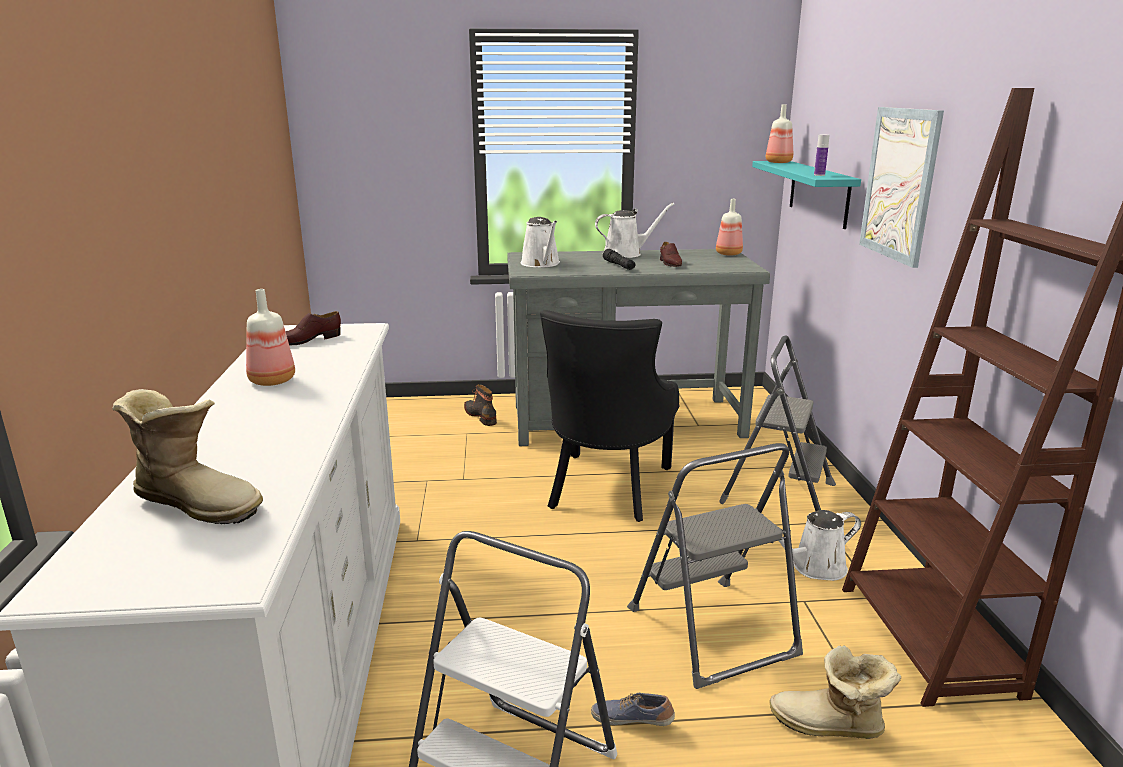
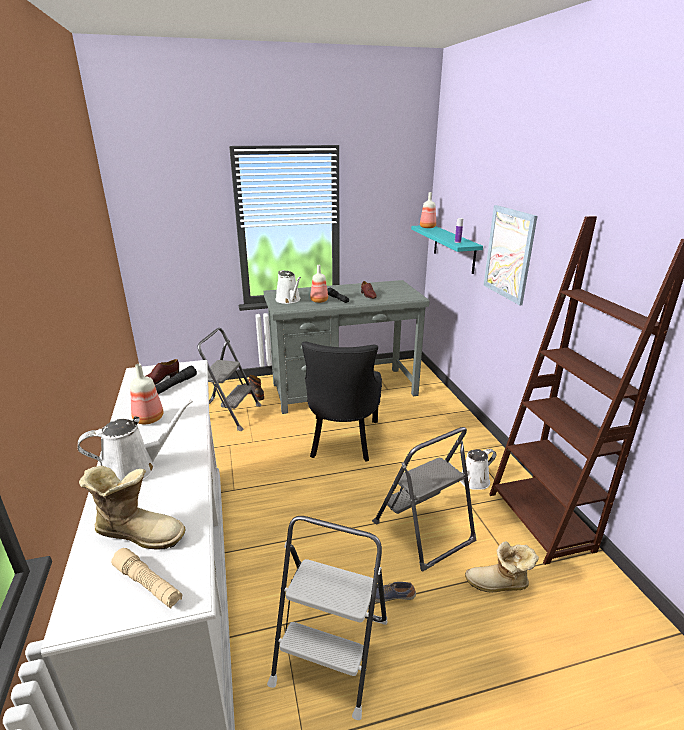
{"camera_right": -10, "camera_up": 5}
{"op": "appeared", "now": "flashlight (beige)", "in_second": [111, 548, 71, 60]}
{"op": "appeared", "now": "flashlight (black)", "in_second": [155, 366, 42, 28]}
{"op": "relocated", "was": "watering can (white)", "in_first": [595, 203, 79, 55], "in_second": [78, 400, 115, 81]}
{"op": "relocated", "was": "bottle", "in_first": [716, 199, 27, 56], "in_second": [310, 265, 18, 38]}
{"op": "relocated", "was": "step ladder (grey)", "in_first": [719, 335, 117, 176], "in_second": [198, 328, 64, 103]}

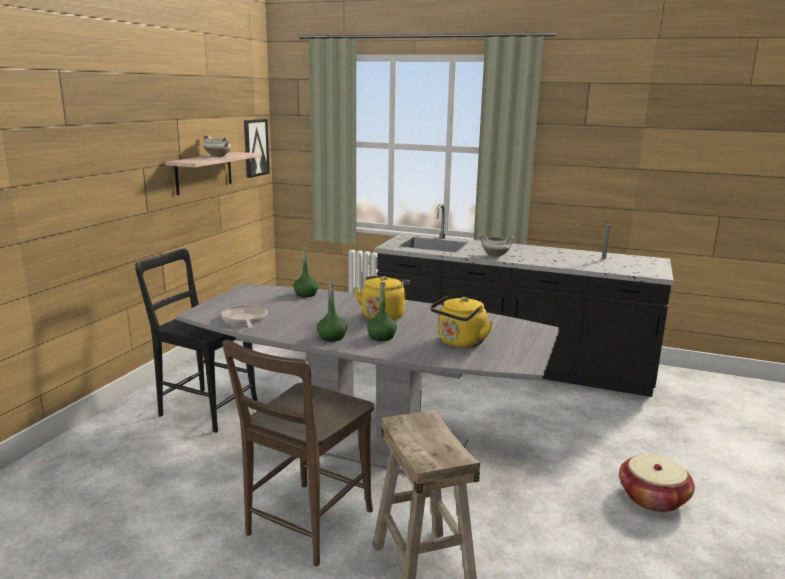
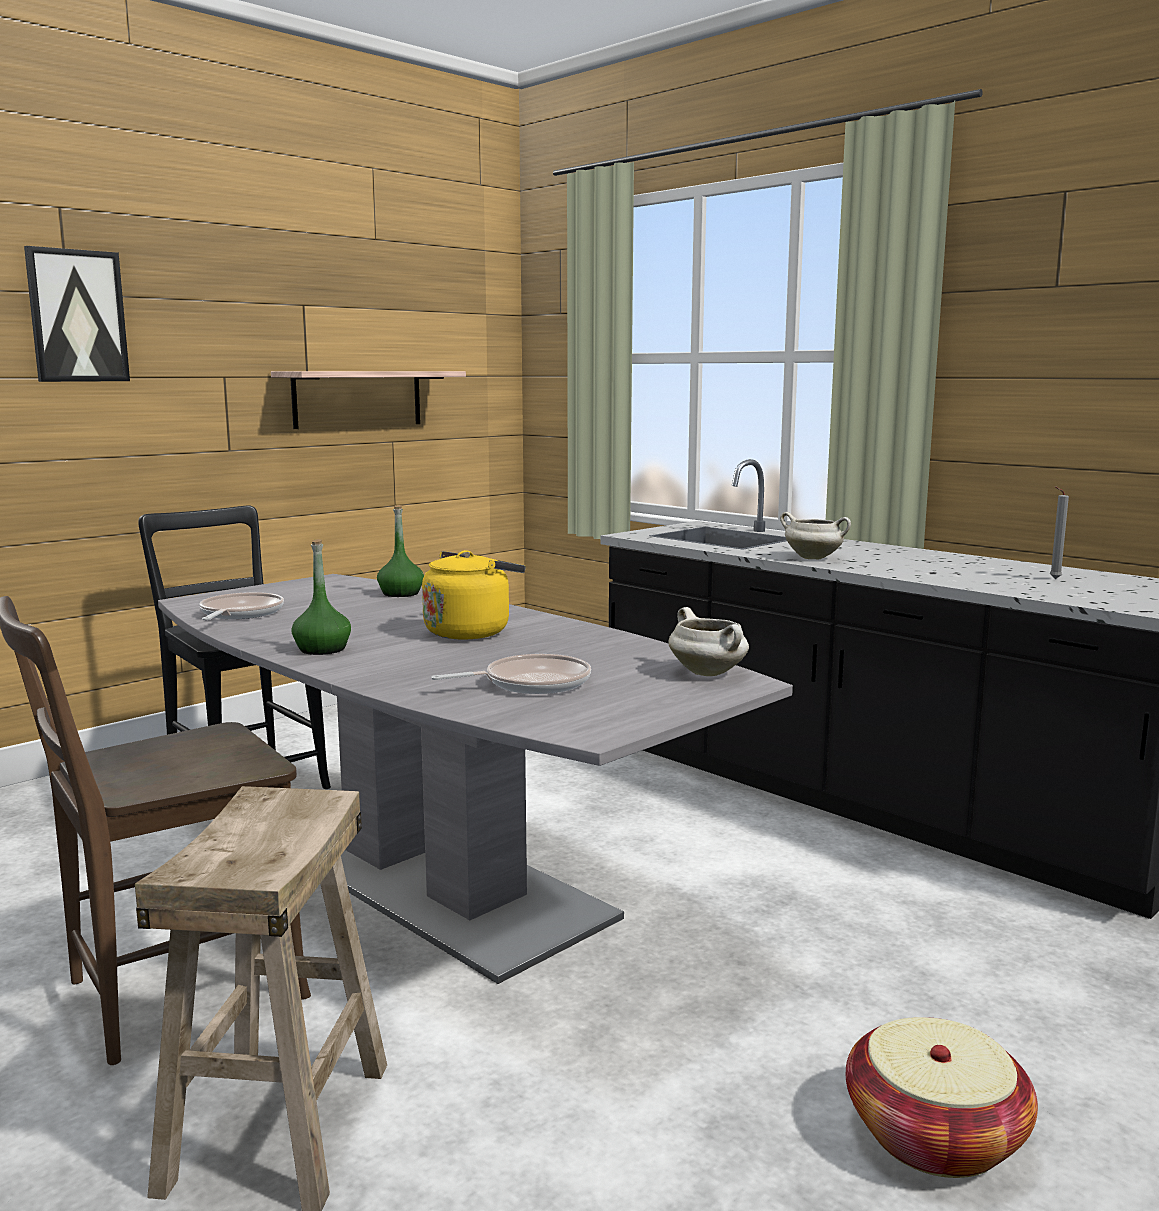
{"camera_right": 25, "camera_up": -5}
{"op": "missing", "was": "bottle (green)", "in_first": [367, 282, 30, 59]}
{"op": "relocated", "was": "cooking pot (white)", "in_first": [203, 135, 28, 22], "in_second": [668, 607, 81, 69]}
{"op": "relocated", "was": "picture", "in_first": [244, 119, 26, 59], "in_second": [24, 246, 106, 136]}
{"op": "exchanged", "was": "kettle (yellow)", "now": "frying pan", "in_first": [430, 296, 63, 52], "in_second": [431, 654, 160, 40]}

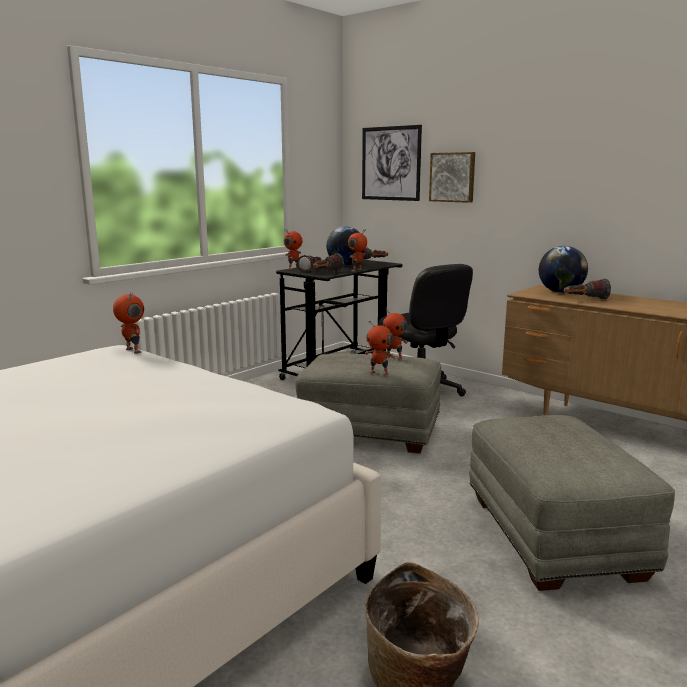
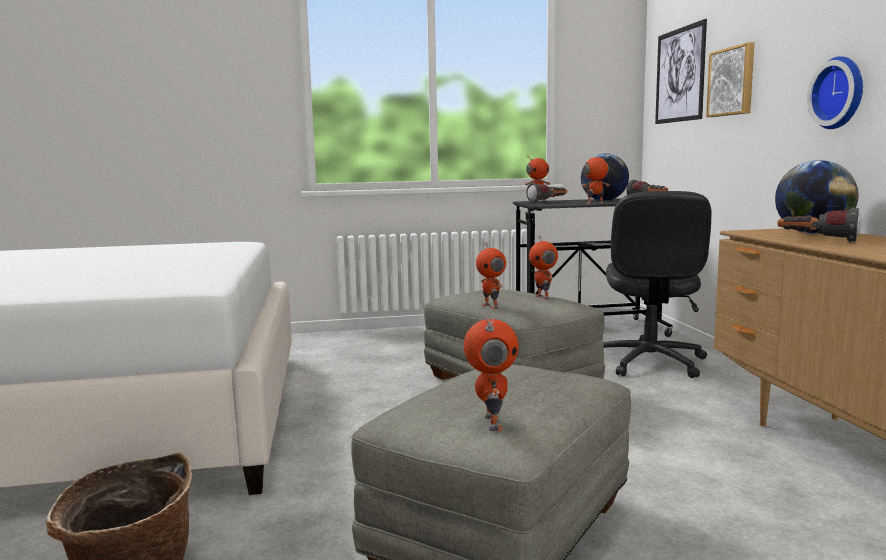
{"camera_right": 40, "camera_up": -5}
{"op": "missing", "was": "flashlight", "in_first": [313, 253, 31, 18]}
{"op": "appeared", "now": "wall clock", "in_second": [807, 56, 56, 73]}
{"op": "relocated", "was": "toy robot", "in_first": [113, 292, 31, 62], "in_second": [464, 318, 55, 113]}

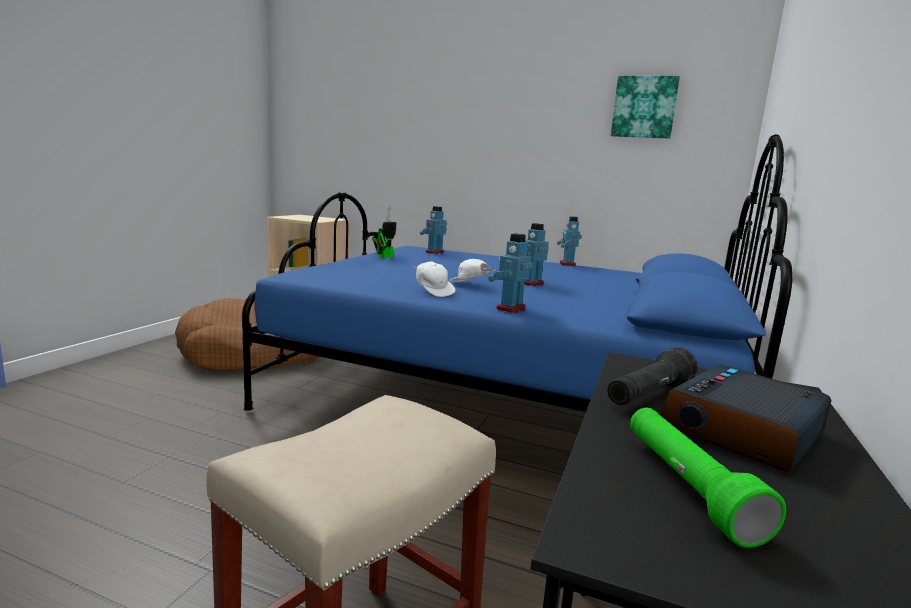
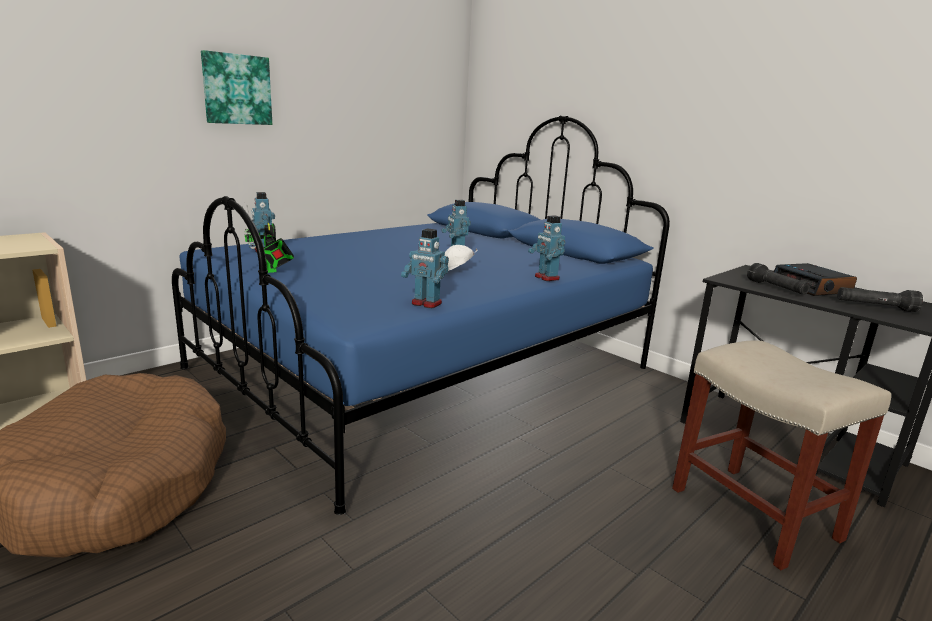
{"camera_right": -65, "camera_up": 5}
{"op": "missing", "was": "cap (white)", "in_first": [413, 261, 43, 36]}
{"op": "relocated", "was": "toy robot", "in_first": [557, 216, 25, 50], "in_second": [401, 228, 48, 80]}
{"op": "relocated", "was": "picture", "in_first": [611, 76, 69, 63], "in_second": [201, 50, 71, 75]}
{"op": "colour", "was": "flashlight (green)", "now": "flashlight (black)", "in_first": [630, 408, 156, 140], "in_second": [837, 287, 86, 25]}

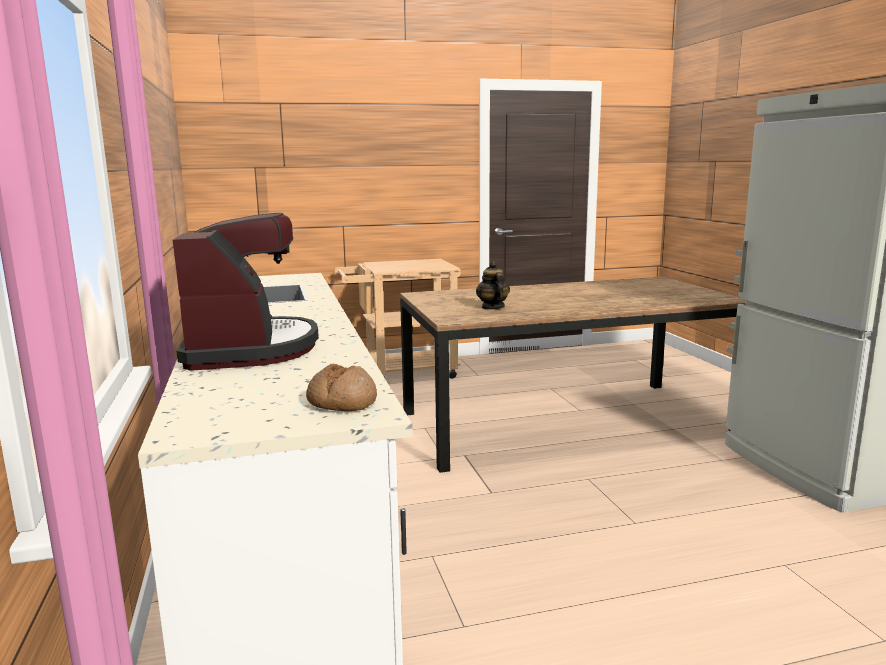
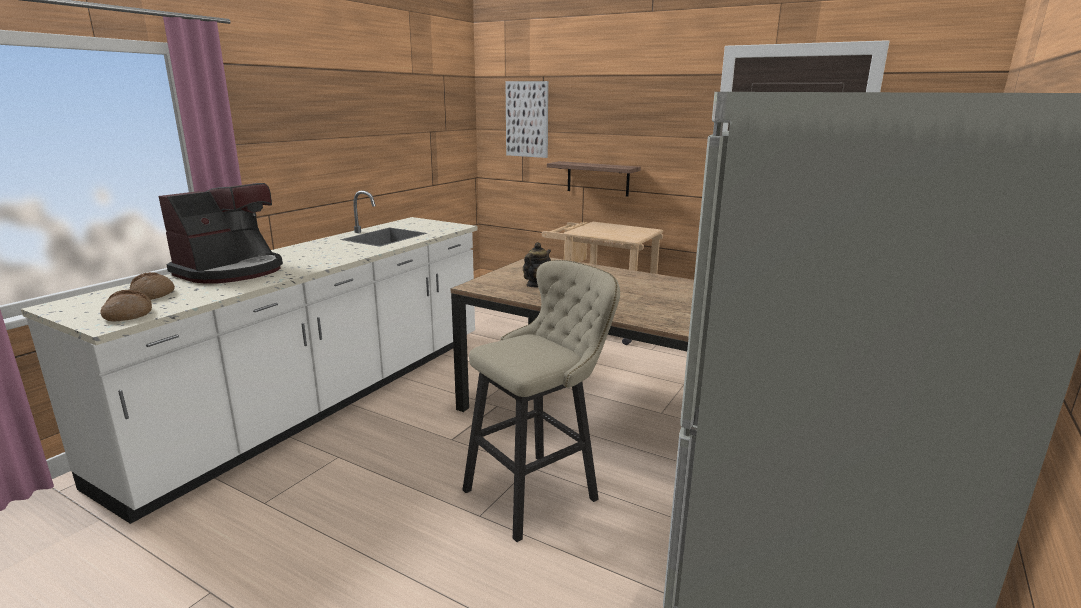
{"camera_right": 45, "camera_up": 5}
{"op": "appeared", "now": "bread", "in_second": [130, 272, 45, 28]}
{"op": "appeared", "now": "stool (beige)", "in_second": [463, 260, 157, 282]}
{"op": "appeared", "now": "picture", "in_second": [505, 81, 44, 77]}
{"op": "appeared", "now": "shelf", "in_second": [547, 161, 94, 36]}

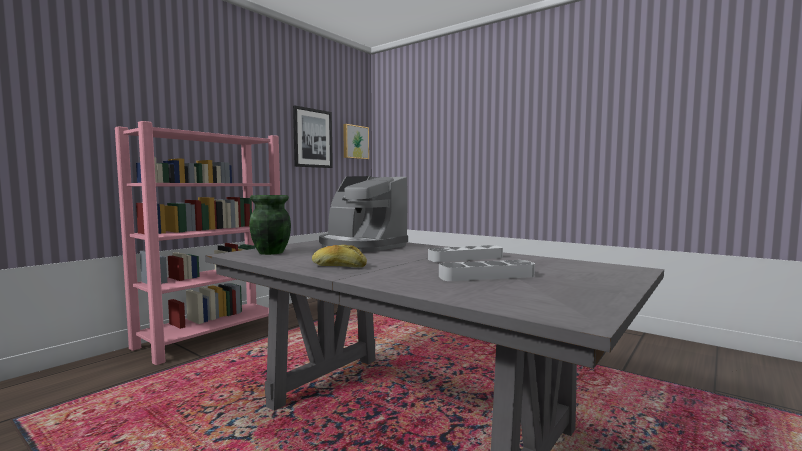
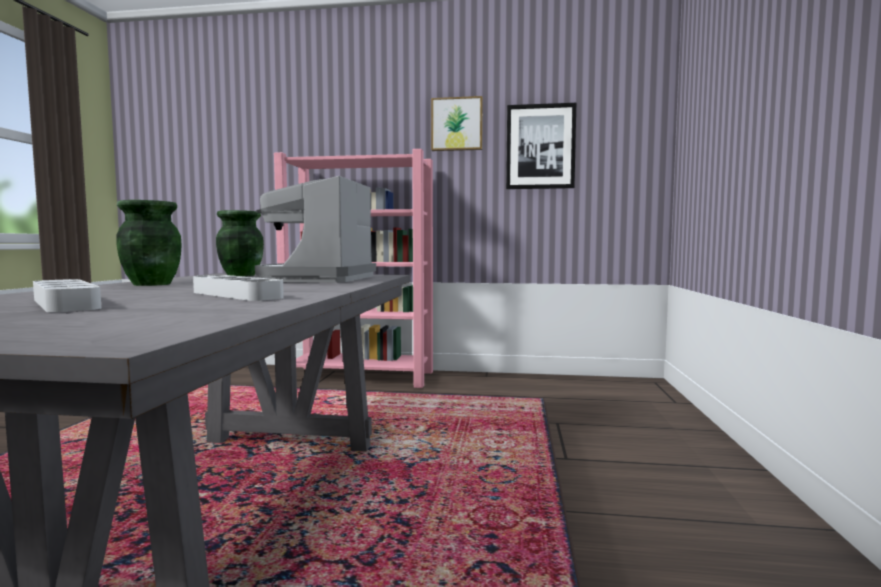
{"camera_right": 60, "camera_up": 0}
{"op": "relocated", "was": "picture", "in_first": [343, 124, 26, 35], "in_second": [431, 96, 52, 55]}
{"op": "exchanged", "was": "bread", "now": "vase (green)", "in_first": [312, 245, 55, 23], "in_second": [116, 200, 66, 86]}

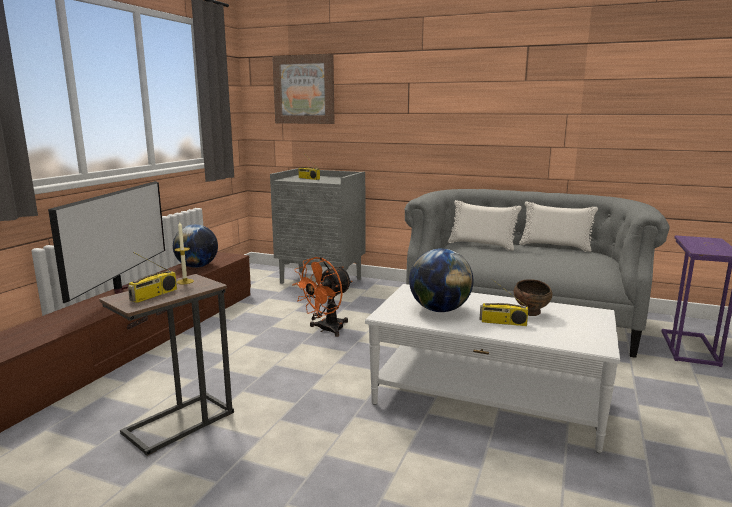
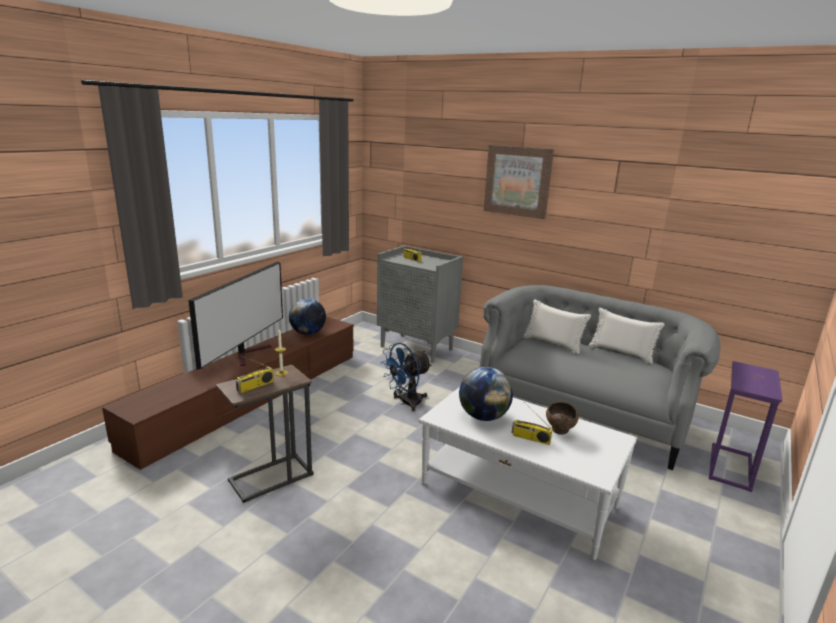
{"camera_right": 10, "camera_up": 5}
{"op": "relocated", "was": "picture", "in_first": [272, 54, 63, 70], "in_second": [484, 145, 70, 74]}
{"op": "colour", "was": "fan (orange)", "now": "fan (blue)", "in_first": [292, 257, 60, 80], "in_second": [381, 343, 50, 68]}

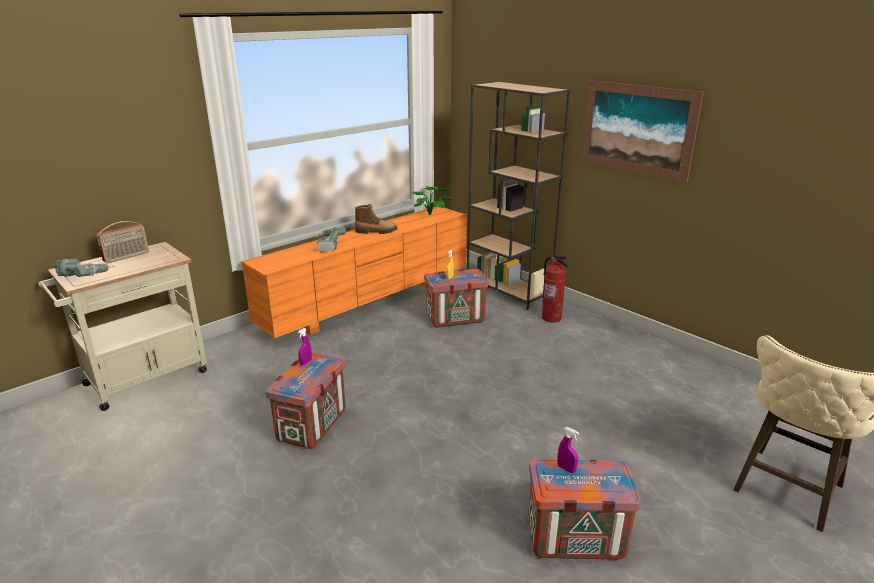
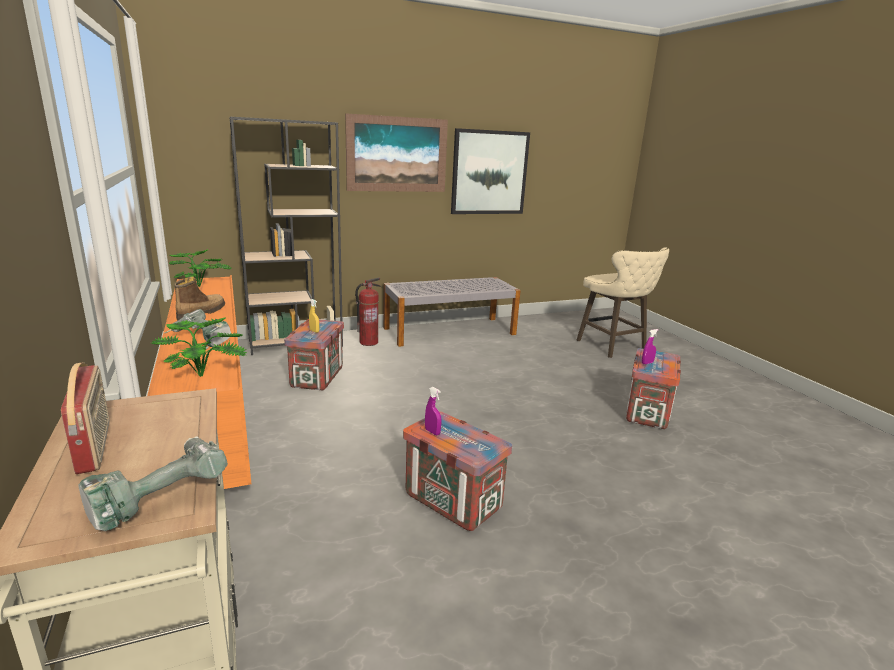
{"camera_right": -70, "camera_up": -5}
{"op": "appeared", "now": "potted plant", "in_second": [152, 317, 95, 60]}
{"op": "appeared", "now": "bench (grey)", "in_second": [383, 277, 138, 70]}
{"op": "appeared", "now": "picture", "in_second": [451, 128, 79, 86]}

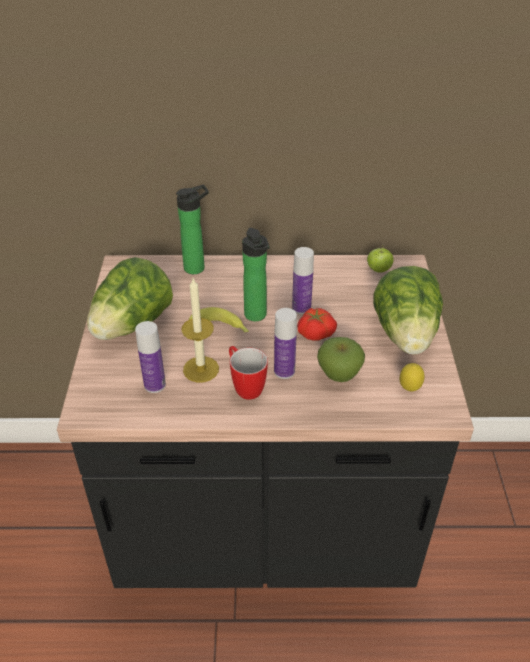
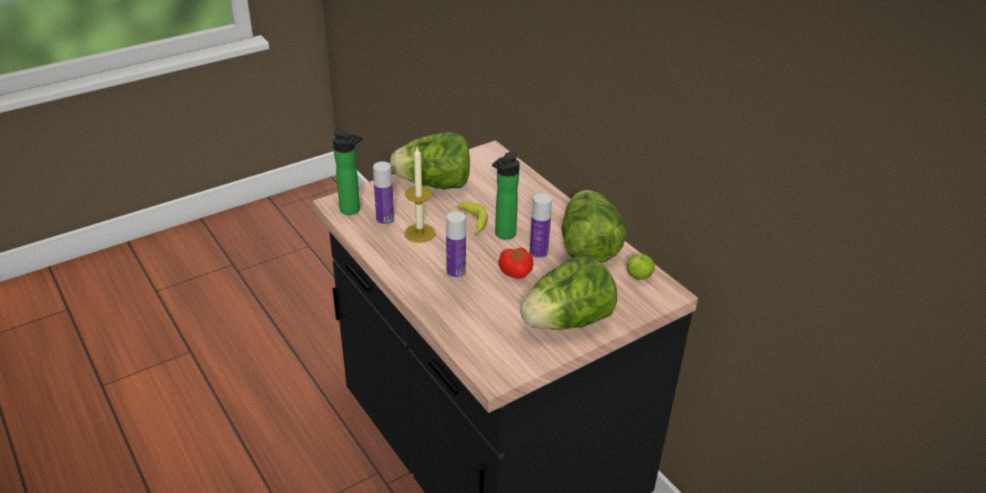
{"camera_right": 55, "camera_up": -5}
{"op": "missing", "was": "mug", "in_first": [229, 346, 39, 54]}
{"op": "missing", "was": "apple", "in_first": [317, 337, 48, 45]}
{"op": "missing", "was": "lemon", "in_first": [400, 363, 25, 28]}
{"op": "appeared", "now": "lettuce", "in_second": [561, 190, 66, 73]}
{"op": "relocated", "was": "bottle", "in_first": [176, 185, 33, 89], "in_second": [333, 130, 30, 85]}

